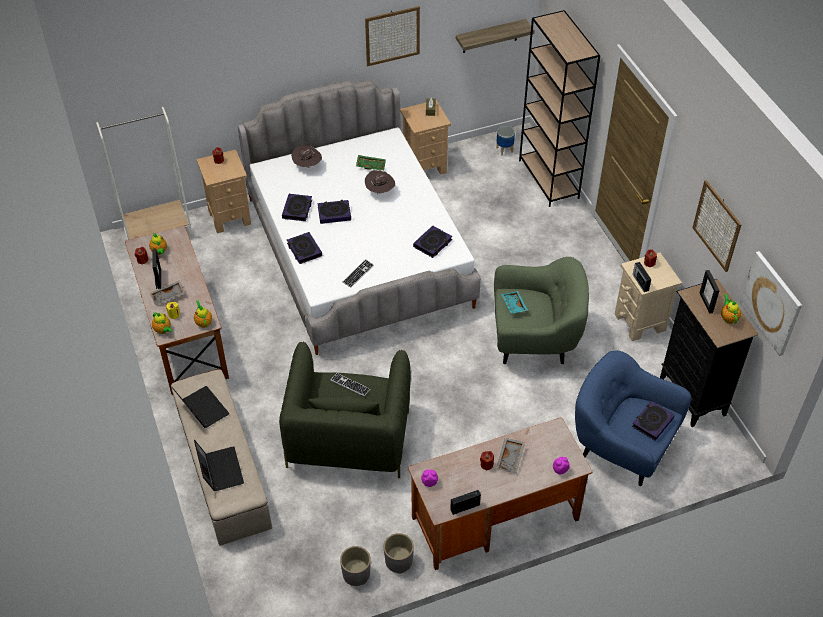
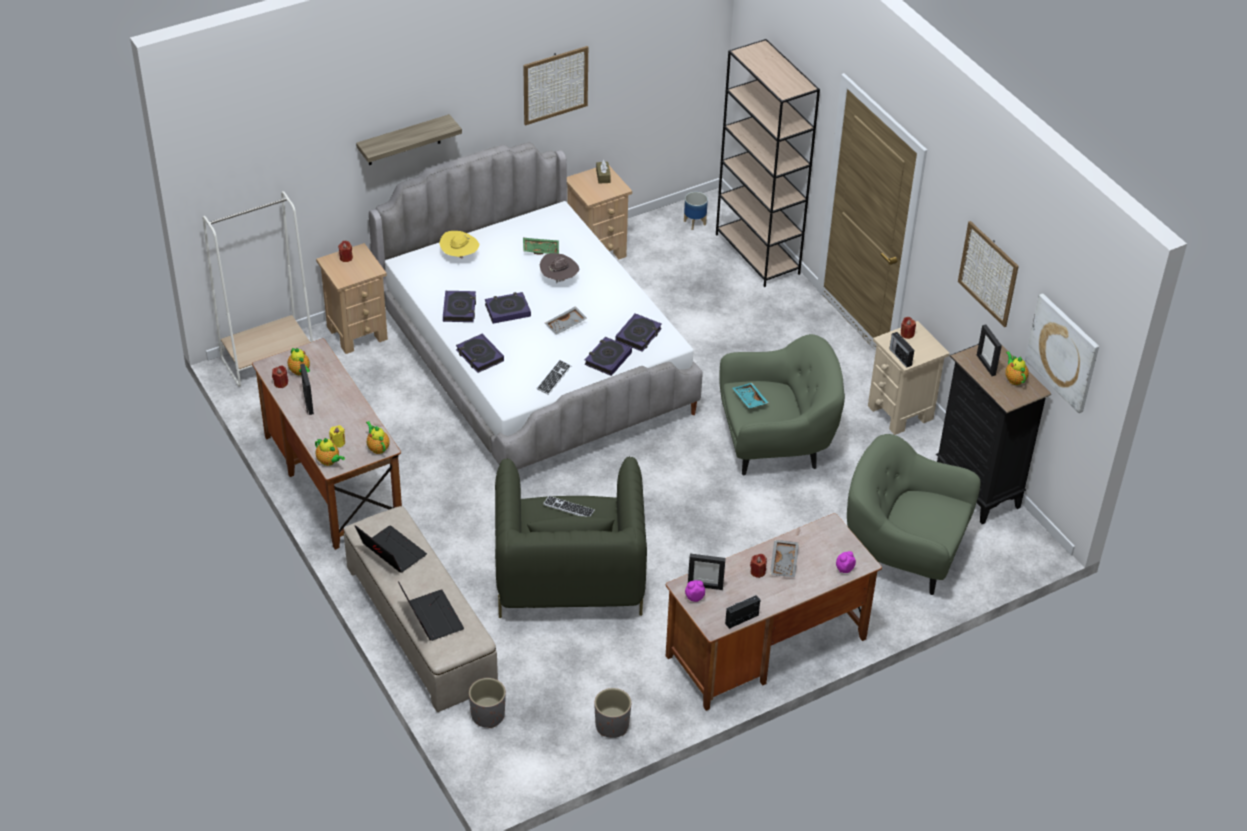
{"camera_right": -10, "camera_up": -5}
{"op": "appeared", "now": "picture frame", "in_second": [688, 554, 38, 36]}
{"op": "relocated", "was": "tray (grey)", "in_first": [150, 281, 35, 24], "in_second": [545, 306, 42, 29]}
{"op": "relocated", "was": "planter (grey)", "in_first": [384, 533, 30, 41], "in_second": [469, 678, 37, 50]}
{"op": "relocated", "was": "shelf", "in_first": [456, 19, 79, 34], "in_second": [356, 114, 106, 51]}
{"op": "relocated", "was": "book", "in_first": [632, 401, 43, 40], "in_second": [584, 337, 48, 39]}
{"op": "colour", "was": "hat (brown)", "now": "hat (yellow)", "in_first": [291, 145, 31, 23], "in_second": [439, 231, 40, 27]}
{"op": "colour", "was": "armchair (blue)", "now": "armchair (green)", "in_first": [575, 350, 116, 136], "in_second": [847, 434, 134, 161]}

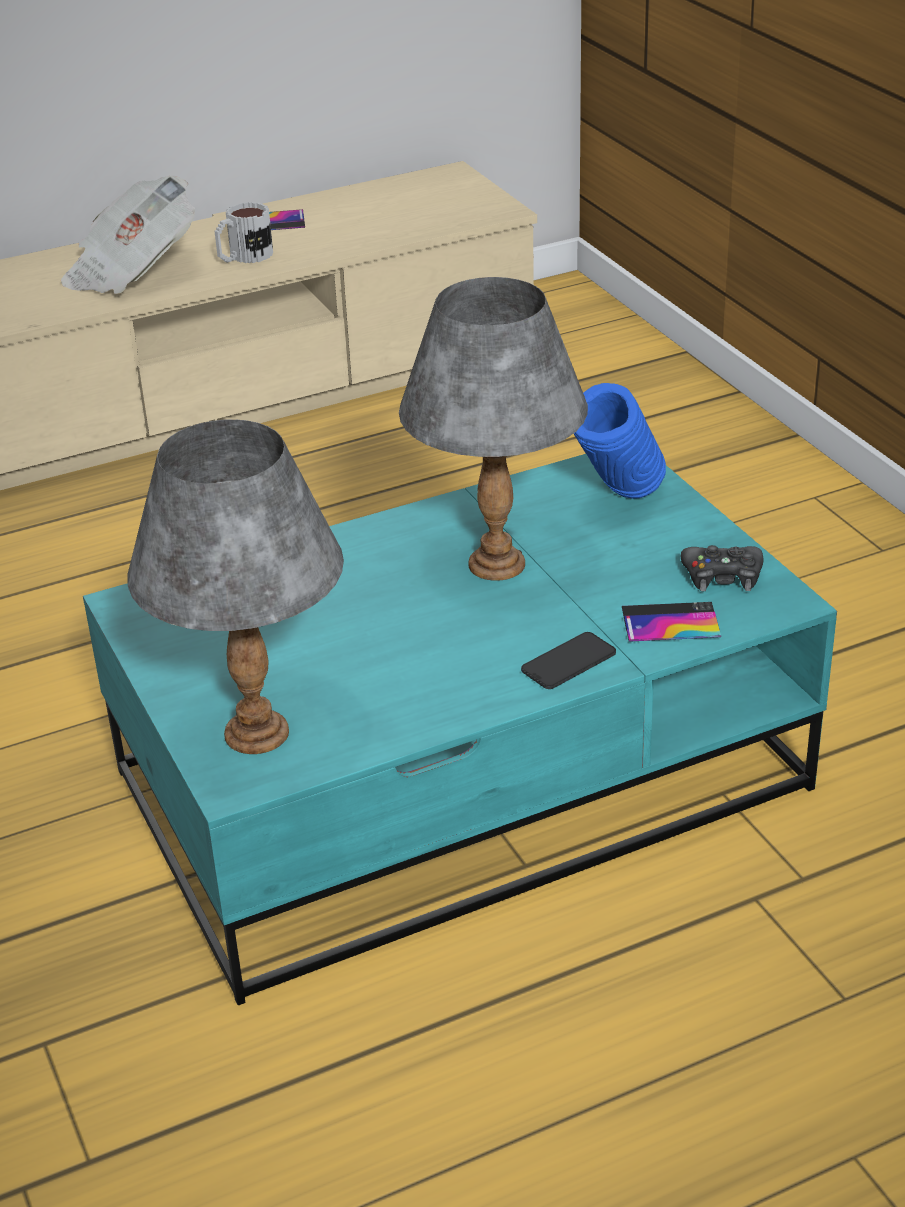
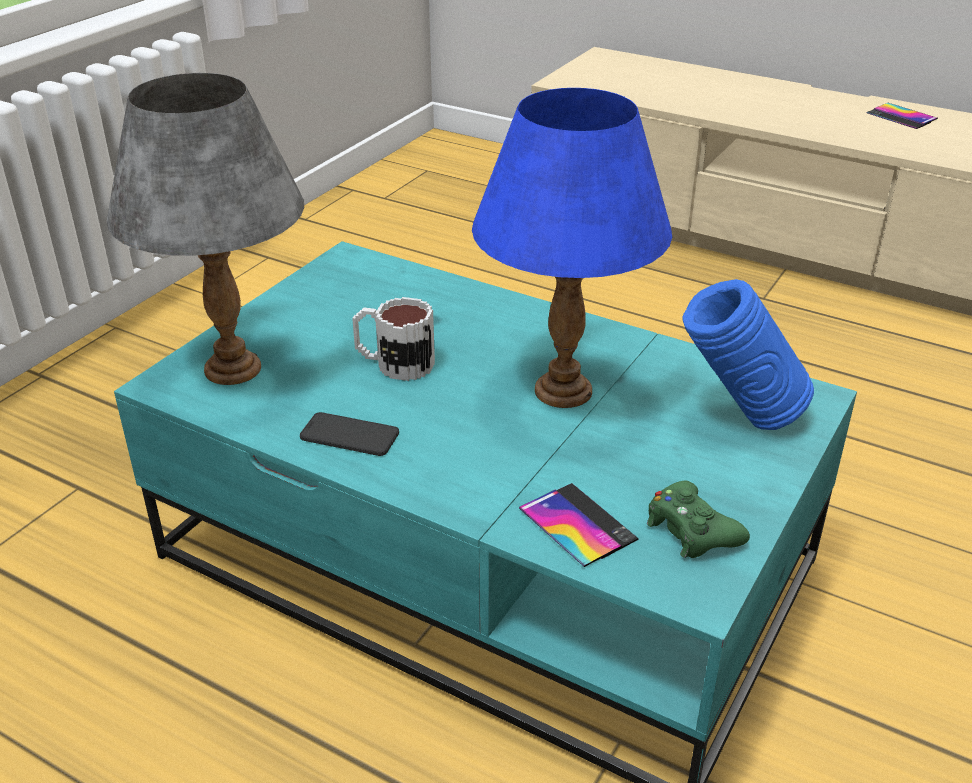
{"camera_right": 55, "camera_up": 0}
{"op": "missing", "was": "newspaper", "in_first": [61, 176, 134, 118]}
{"op": "relocated", "was": "mug", "in_first": [215, 202, 58, 61], "in_second": [352, 297, 83, 84]}
{"op": "relocated", "was": "phone", "in_first": [521, 632, 95, 57], "in_second": [300, 412, 99, 44]}
{"op": "colour", "was": "table lamp (grey)", "now": "table lamp (blue)", "in_first": [399, 277, 189, 304], "in_second": [472, 88, 200, 320]}
{"op": "colour", "was": "game controller (black)", "now": "game controller (green)", "in_first": [681, 545, 83, 46], "in_second": [647, 480, 103, 78]}

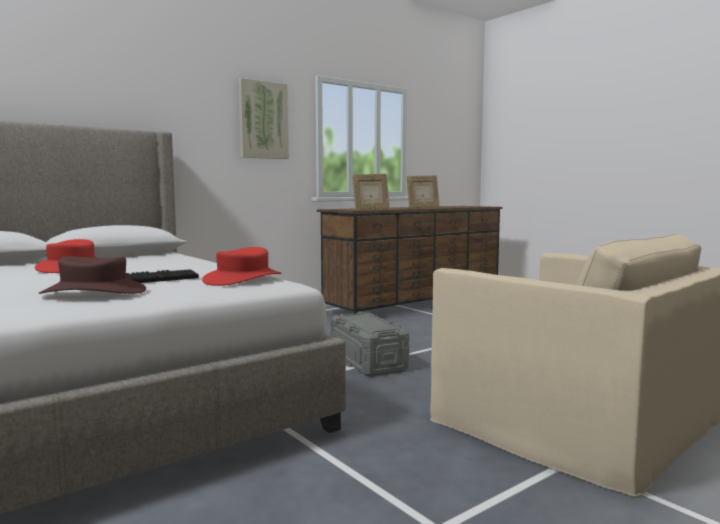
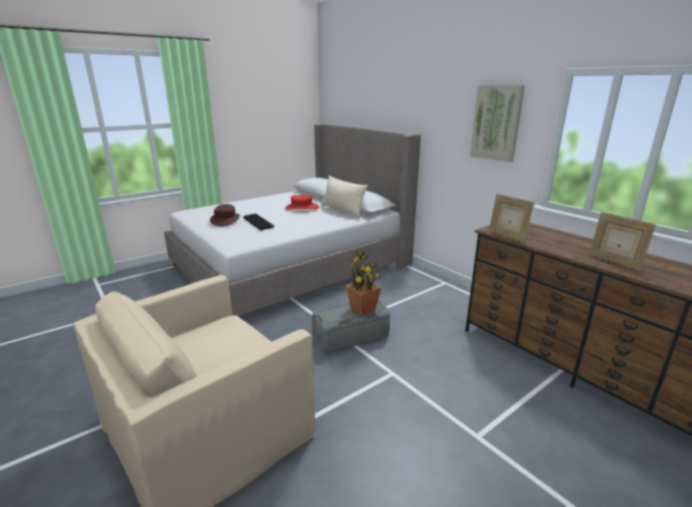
{"camera_right": 90, "camera_up": 15}
{"op": "missing", "was": "hat (red)", "in_first": [202, 247, 79, 39]}
{"op": "appeared", "now": "pillow (beige)", "in_second": [321, 176, 47, 42]}
{"op": "appeared", "now": "potted plant", "in_second": [346, 251, 35, 65]}

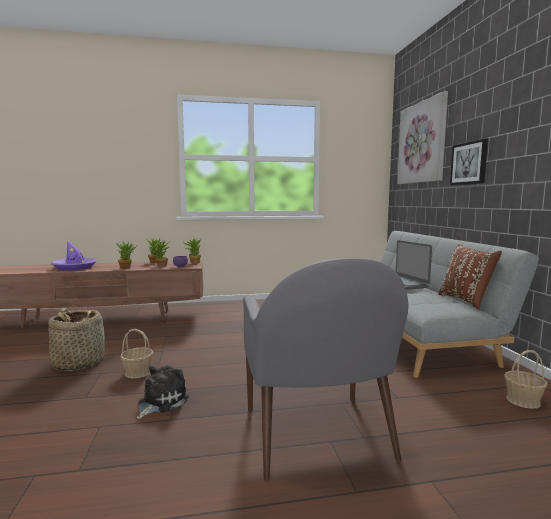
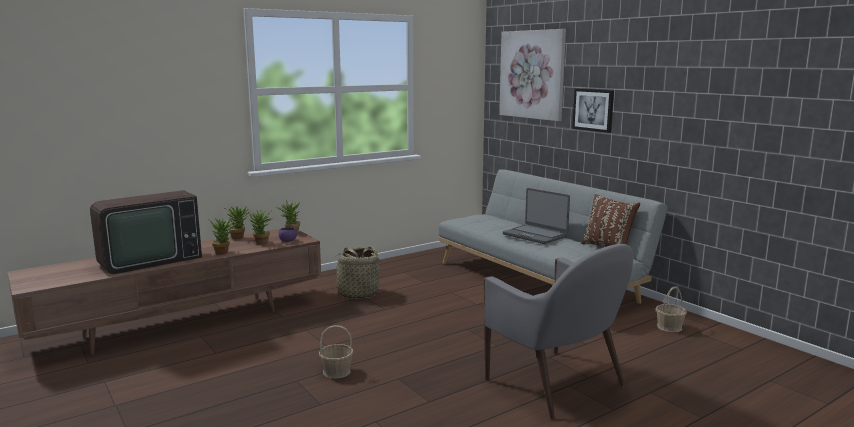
{"camera_right": -25, "camera_up": 5}
{"op": "missing", "was": "plush toy", "in_first": [137, 365, 52, 54]}
{"op": "relocated", "was": "basket", "in_first": [48, 308, 57, 63], "in_second": [328, 247, 56, 52]}
{"op": "exchanged", "was": "hat (purple)", "now": "television", "in_first": [51, 241, 46, 29], "in_second": [90, 190, 112, 84]}

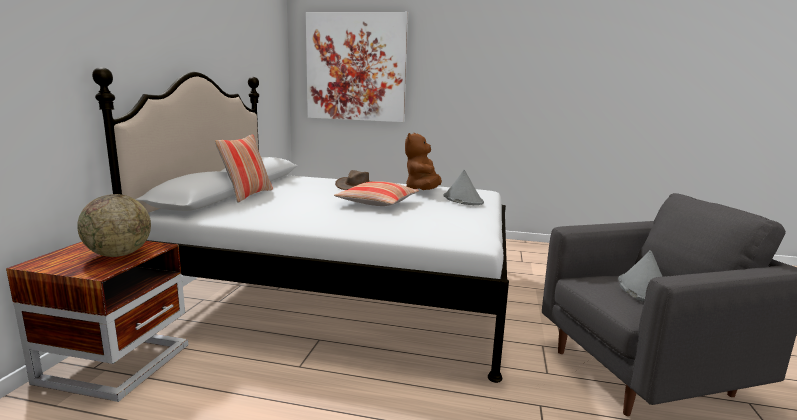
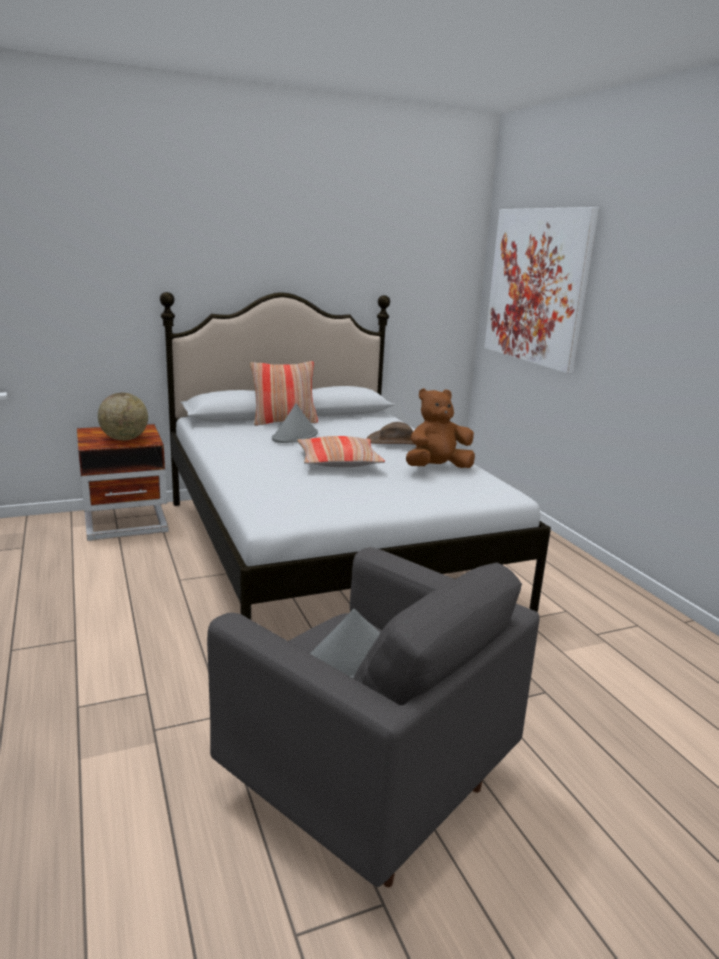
{"camera_right": 55, "camera_up": 5}
{"op": "relocated", "was": "hat (grey)", "in_first": [443, 170, 41, 35], "in_second": [272, 403, 46, 40]}

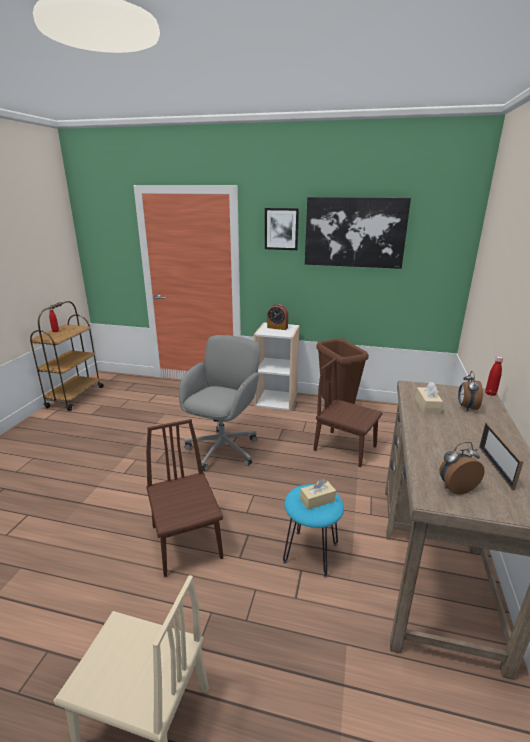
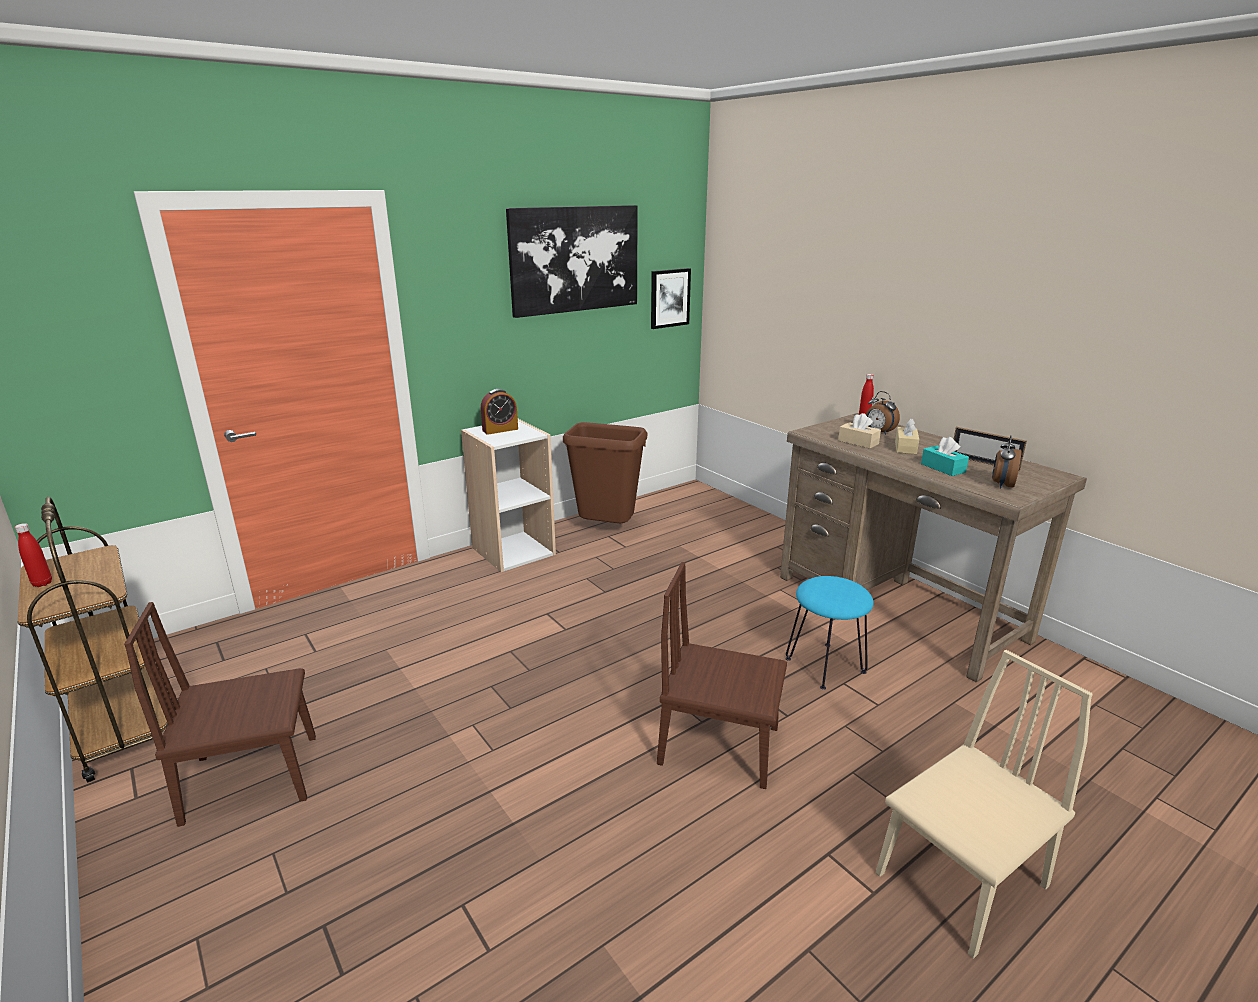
{"camera_right": -50, "camera_up": 0}
{"op": "missing", "was": "office chair (grey)", "in_first": [179, 335, 81, 137]}
{"op": "appeared", "now": "tissue box (turquoise)", "in_second": [921, 437, 48, 39]}
{"op": "relocated", "was": "picture", "in_first": [265, 208, 34, 42], "in_second": [651, 268, 40, 61]}
{"op": "relocated", "was": "tissue box (beige)", "in_first": [300, 479, 36, 31], "in_second": [895, 419, 24, 35]}
{"op": "relocated", "was": "chair (brown)", "in_first": [313, 358, 69, 109], "in_second": [124, 602, 192, 225]}

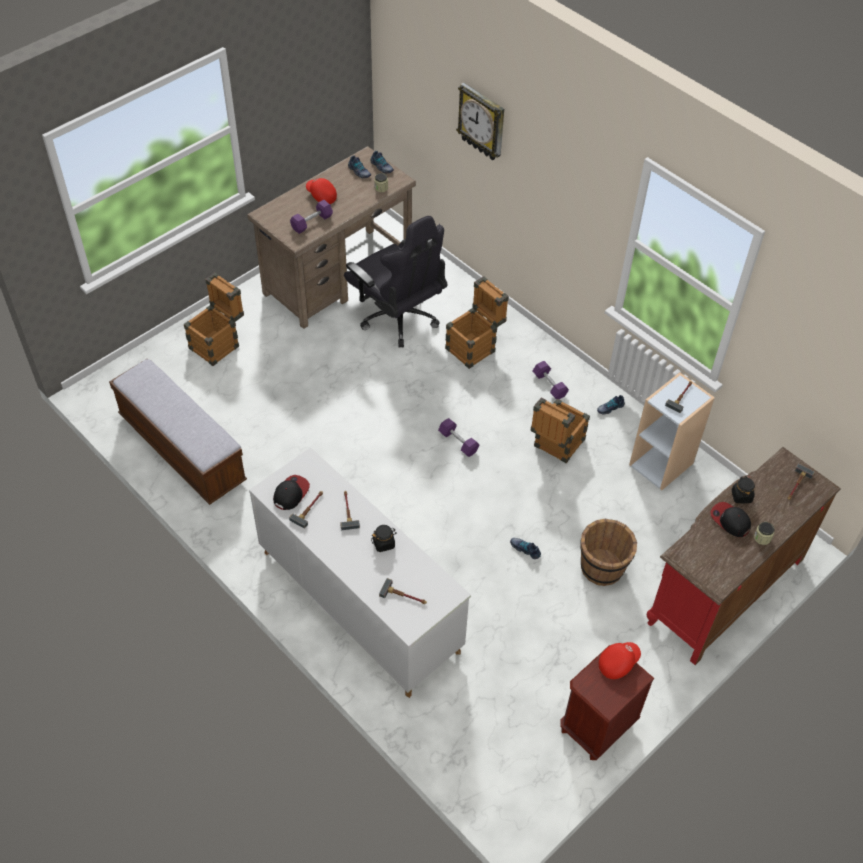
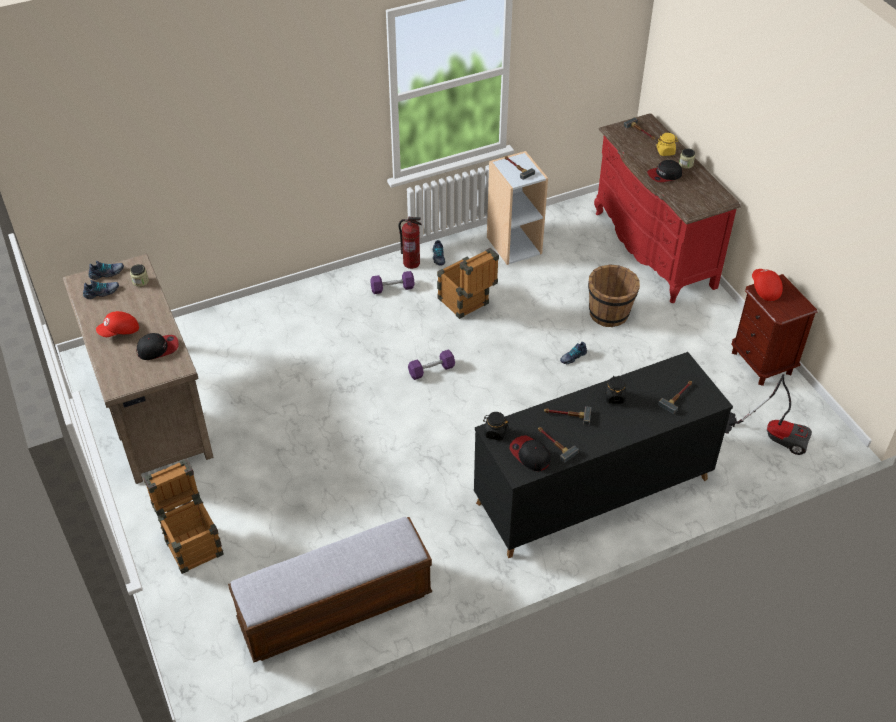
{"camera_right": -70, "camera_up": -5}
{"op": "missing", "was": "office chair (black)", "in_first": [344, 216, 103, 132]}
{"op": "missing", "was": "crate", "in_first": [445, 276, 64, 93]}
{"op": "missing", "was": "wall clock", "in_first": [456, 82, 48, 78]}
{"op": "appeared", "now": "fire extinguisher", "in_second": [399, 217, 23, 52]}
{"op": "appeared", "now": "jar (yellow)", "in_second": [656, 133, 22, 23]}
{"op": "appeared", "now": "vacuum cleaner", "in_second": [725, 374, 87, 81]}
{"op": "relocated", "was": "jar (black)", "in_first": [732, 476, 23, 27], "in_second": [483, 412, 26, 29]}
{"op": "exchanged", "was": "dumbbell (purple)", "now": "cap", "in_first": [290, 200, 43, 34], "in_second": [136, 333, 43, 27]}
{"op": "colour", "was": "dresser (white)", "now": "dresser (black)", "in_first": [249, 447, 222, 251], "in_second": [474, 352, 259, 206]}

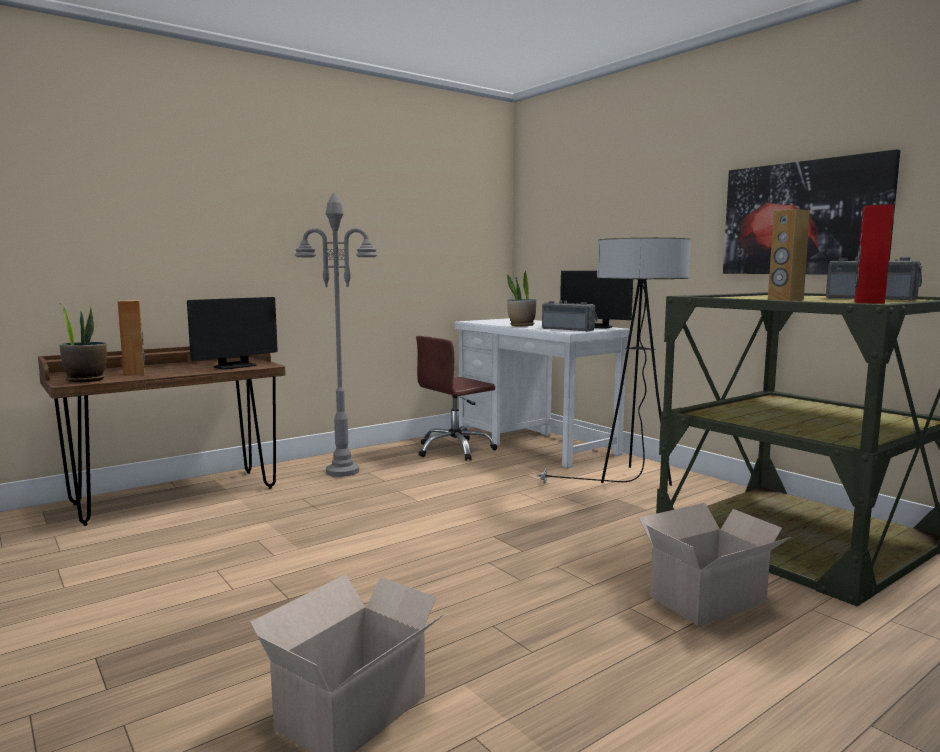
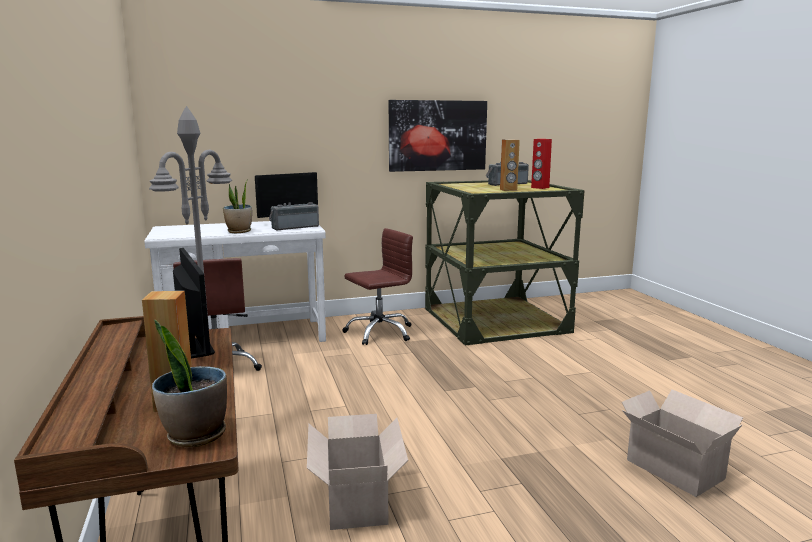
{"camera_right": -70, "camera_up": 5}
{"op": "relocated", "was": "cardboard box", "in_first": [639, 503, 152, 123], "in_second": [307, 414, 101, 116]}
{"op": "exchanged", "was": "floor lamp", "now": "office chair (brown)", "in_first": [537, 238, 154, 248], "in_second": [342, 228, 71, 117]}

